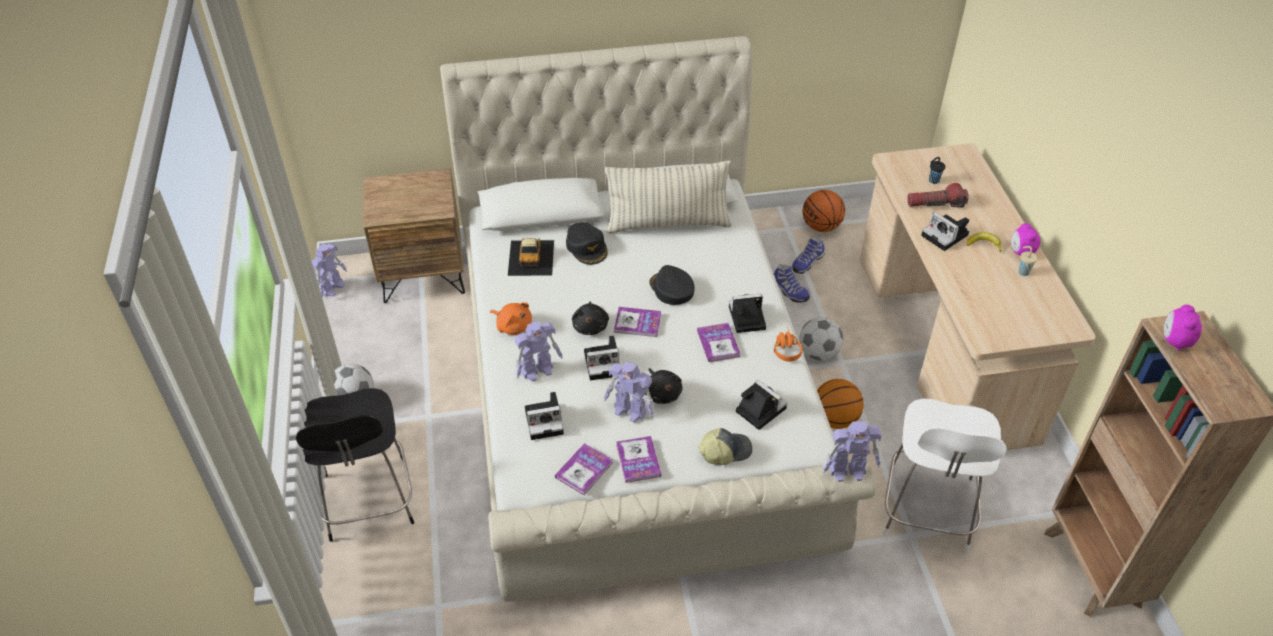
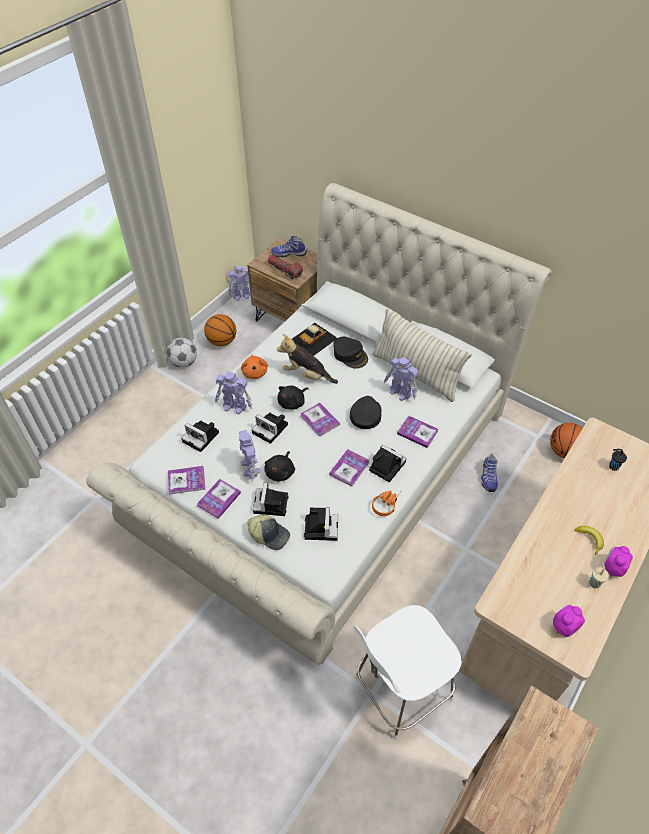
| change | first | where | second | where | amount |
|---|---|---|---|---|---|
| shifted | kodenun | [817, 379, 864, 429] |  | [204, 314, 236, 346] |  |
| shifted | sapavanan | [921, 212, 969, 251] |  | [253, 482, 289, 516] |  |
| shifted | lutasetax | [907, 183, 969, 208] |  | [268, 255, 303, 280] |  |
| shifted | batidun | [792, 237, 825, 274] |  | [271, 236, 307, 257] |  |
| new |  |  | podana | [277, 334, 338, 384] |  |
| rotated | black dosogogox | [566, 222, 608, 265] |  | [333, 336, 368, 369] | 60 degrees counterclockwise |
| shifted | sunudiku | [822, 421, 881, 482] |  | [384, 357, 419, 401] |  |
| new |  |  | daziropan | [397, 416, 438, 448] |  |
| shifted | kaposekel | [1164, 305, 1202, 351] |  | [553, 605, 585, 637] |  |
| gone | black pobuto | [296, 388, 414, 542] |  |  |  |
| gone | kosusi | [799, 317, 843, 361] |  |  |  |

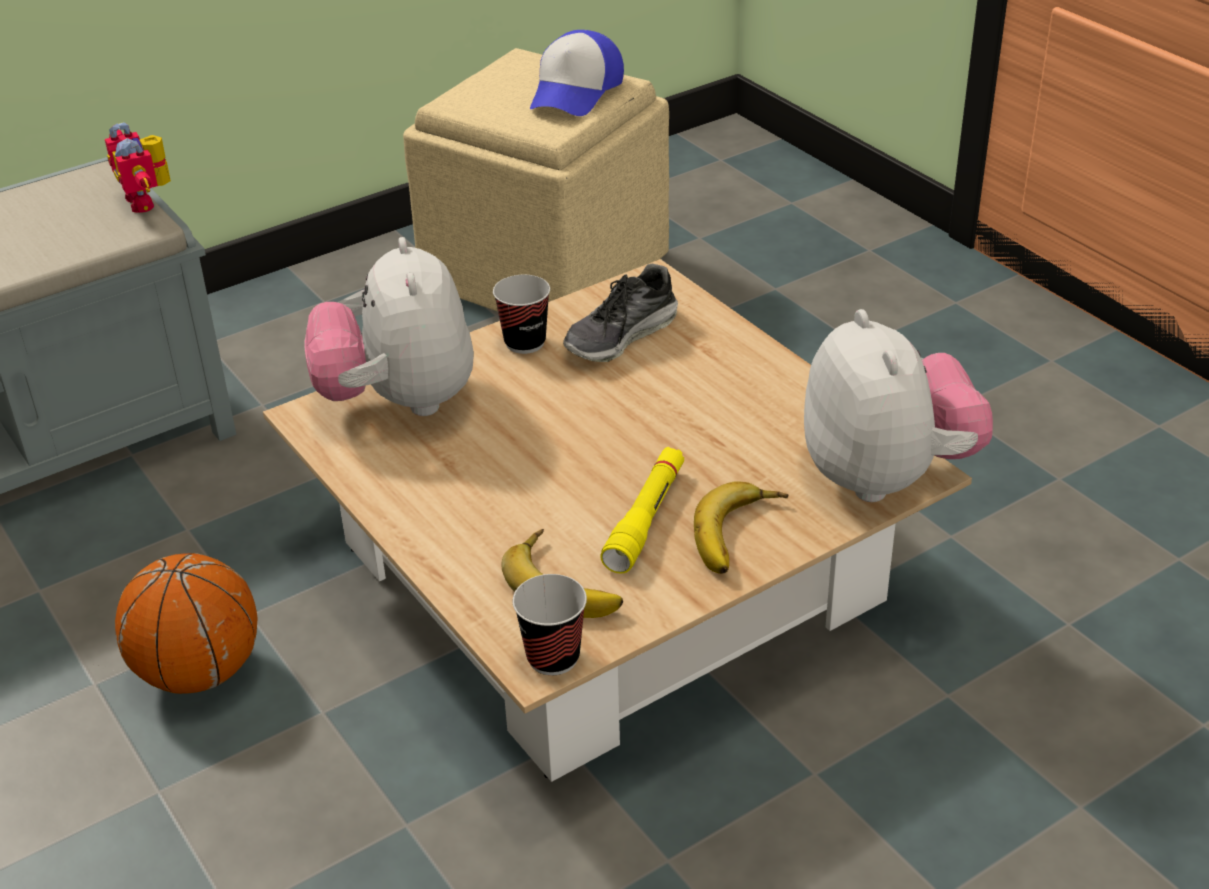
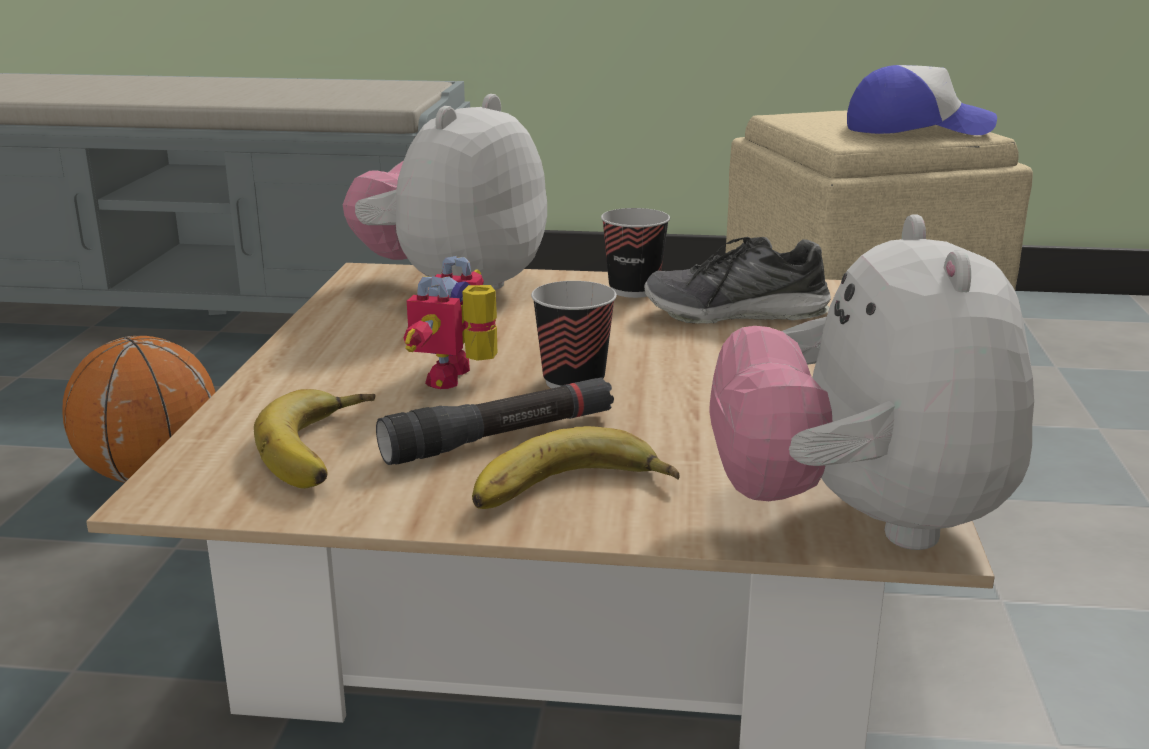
| change | first | where | second | where | amount |
|---|---|---|---|---|---|
| repainted | yellow lutasetax | [600, 447, 684, 573] | black lutasetax | [376, 377, 614, 465] |  |
| shifted | sunudiku | [105, 122, 171, 213] |  | [404, 256, 497, 389] |  |
| shifted | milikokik | [512, 574, 587, 675] |  | [531, 281, 617, 389] |  |
| rotated | podana | [804, 309, 993, 502] |  | [709, 215, 1034, 550] | 150 degrees clockwise |
| rotated | dosogogox | [530, 30, 624, 116] |  | [847, 65, 997, 135] | 150 degrees counterclockwise |

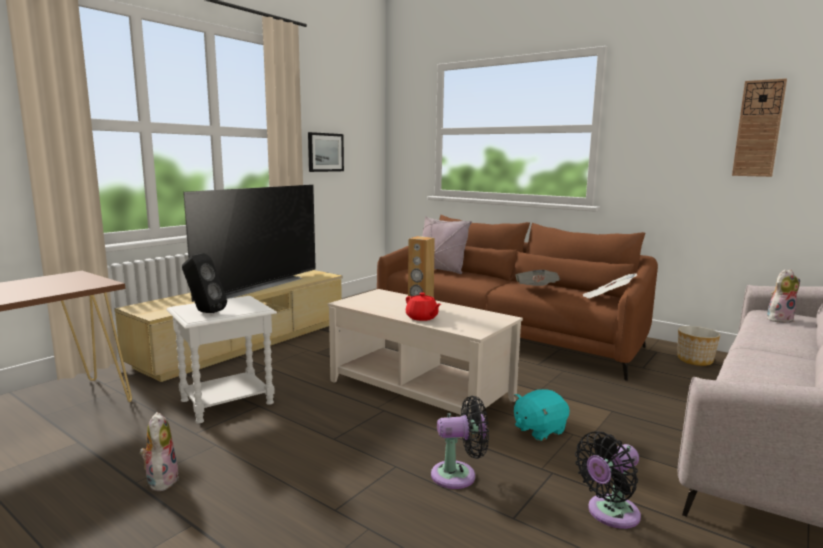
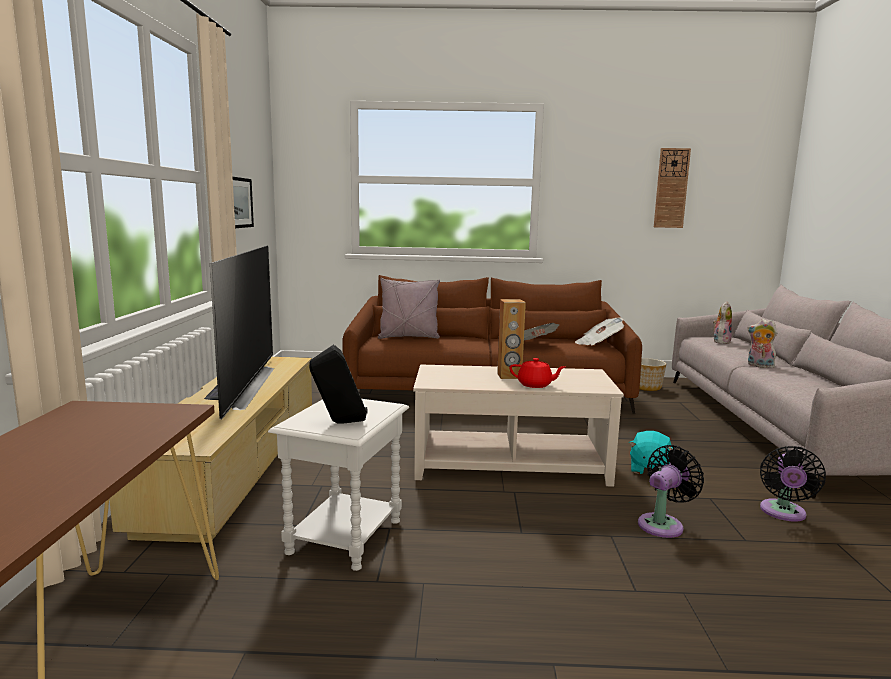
| change | first | where | second | where | amount |
|---|---|---|---|---|---|
| shifted | podana | [140, 412, 179, 491] |  | [747, 319, 777, 368] |  |

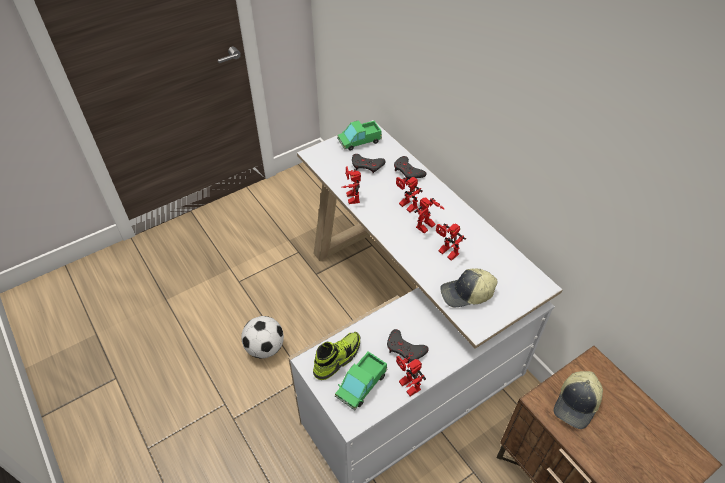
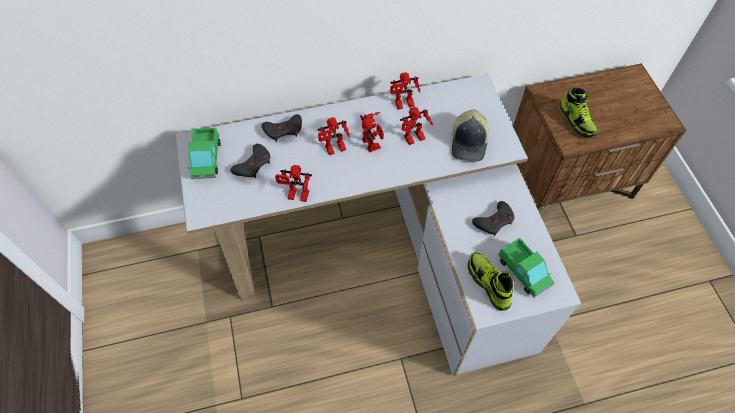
| change | first | where | second | where | amount |
|---|---|---|---|---|---|
| shifted | sunudiku | [396, 355, 426, 396] |  | [390, 72, 420, 110] |  |
| swapped | dosogogox | [554, 371, 603, 429] | batidun | [559, 87, 599, 138] |  |
| gone | kosusi | [241, 316, 284, 359] |  |  |  |

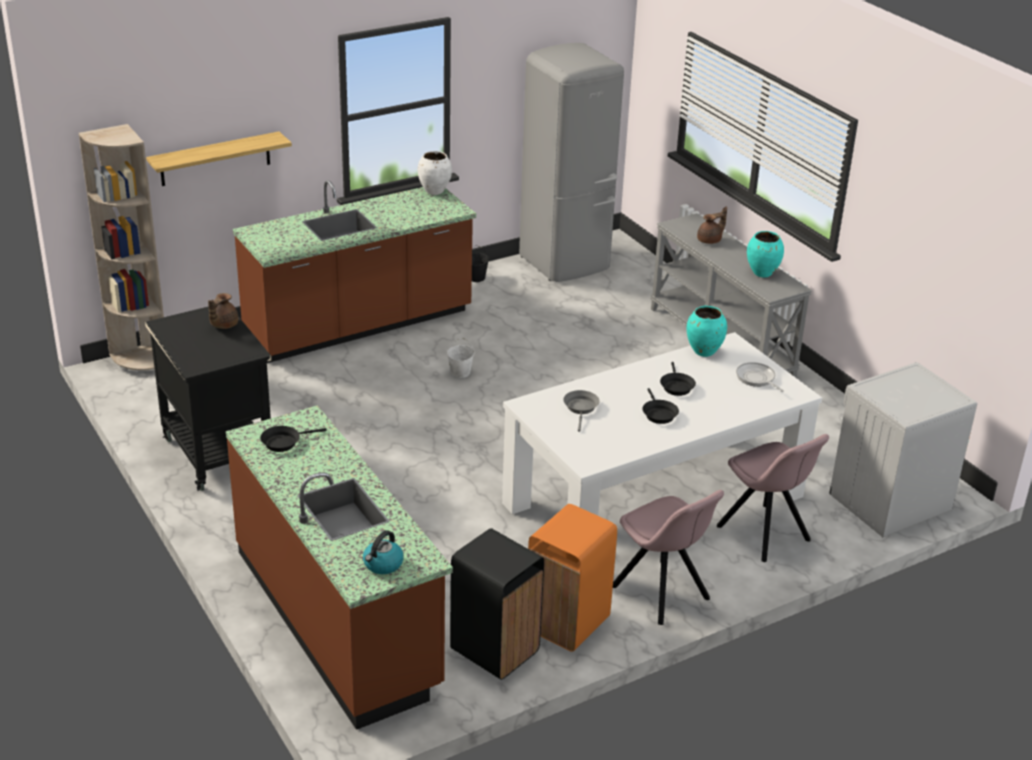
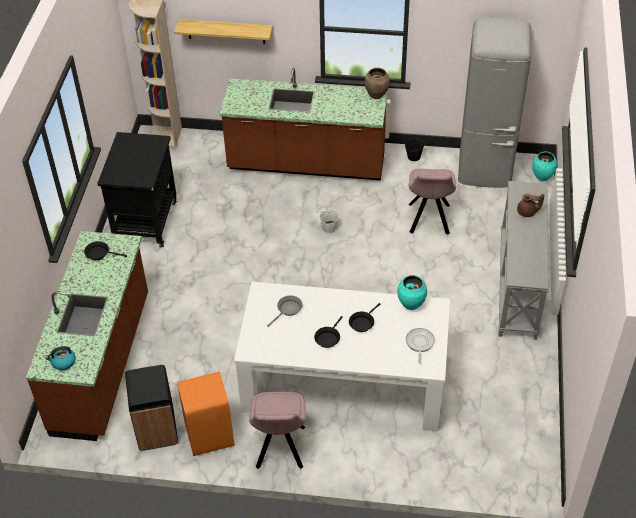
| change | first | where | second | where | amount |
|---|---|---|---|---|---|
| repainted | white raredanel | [418, 151, 452, 195] | brown raredanel | [365, 68, 390, 99] |  |
| shifted | pink pobuto | [717, 434, 829, 562] |  | [409, 169, 456, 235] |  |
| shifted | turquoise raredanel | [747, 231, 784, 277] |  | [532, 151, 557, 181] |  |
| gone | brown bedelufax | [208, 293, 238, 329] |  |  |  |
| gone | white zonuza | [829, 362, 977, 537] |  |  |  |

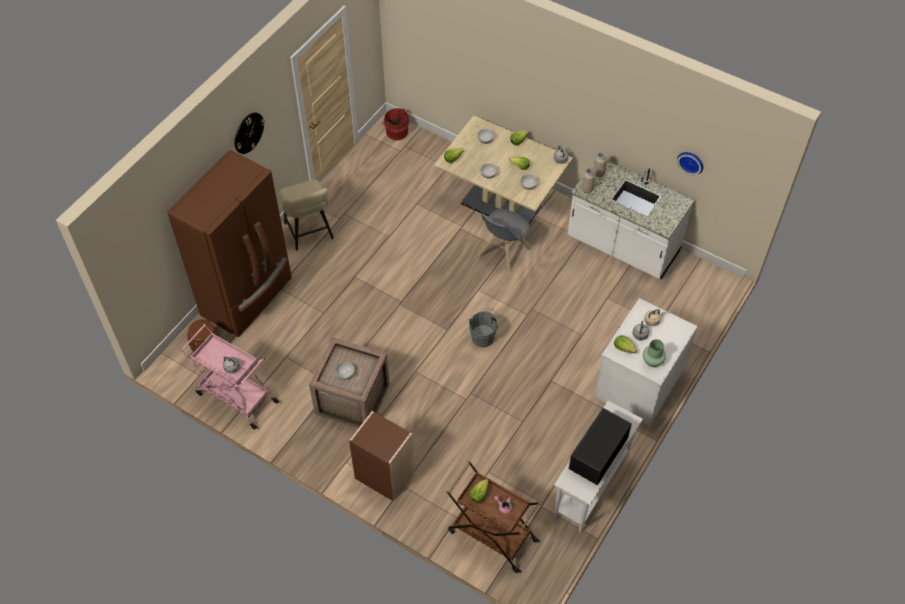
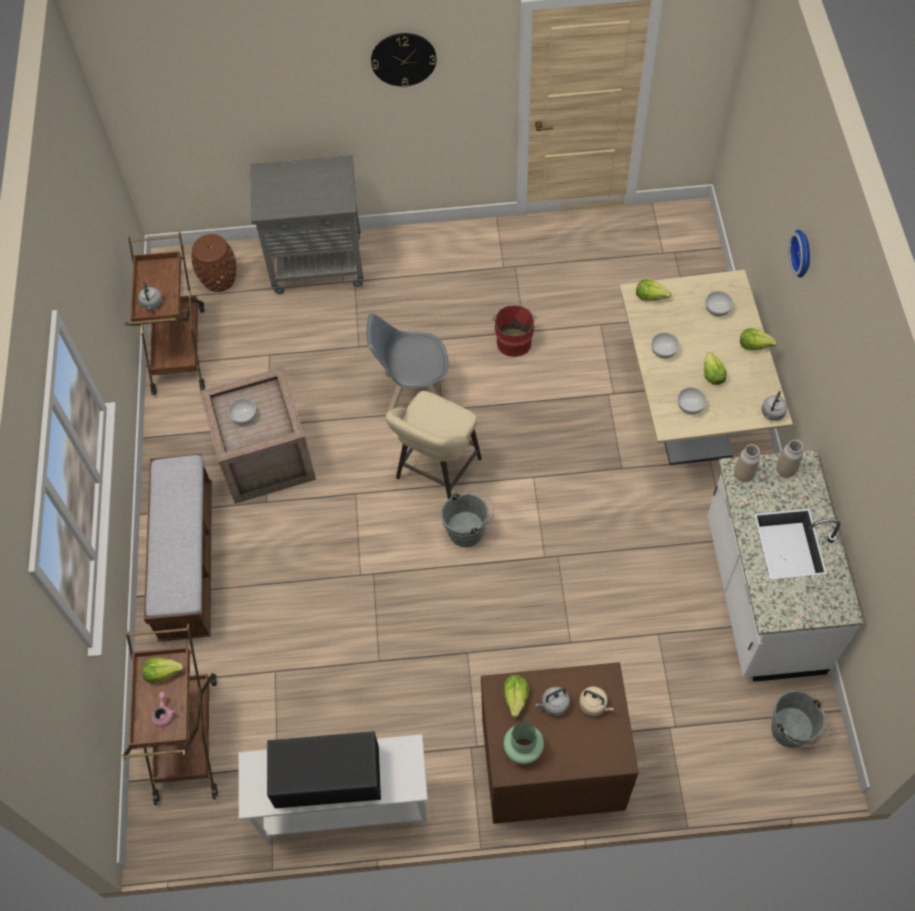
| change | first | where | second | where | amount |
|---|---|---|---|---|---|
| repainted | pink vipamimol | [179, 322, 280, 429] | brown vipamimol | [125, 232, 205, 395] |  |
| swapped | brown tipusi | [349, 411, 415, 501] | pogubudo | [144, 454, 212, 642] |  |
| swapped | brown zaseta | [167, 150, 292, 337] | grey vipamimol | [250, 155, 364, 295] |  |
| shifted | grey pobuto | [478, 209, 531, 274] |  | [367, 314, 449, 421] |  |
| shifted | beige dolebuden | [280, 179, 334, 251] |  | [385, 391, 482, 499] |  |
| repainted | white zonuza | [595, 298, 698, 426] | brown zonuza | [481, 662, 639, 824] |  |
| shifted | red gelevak | [382, 108, 409, 141] |  | [493, 305, 536, 357] |  |
| new |  |  | grey gelevak | [771, 690, 830, 748] |  |
| shifted | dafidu | [677, 152, 703, 175] |  | [789, 230, 810, 278] |  |

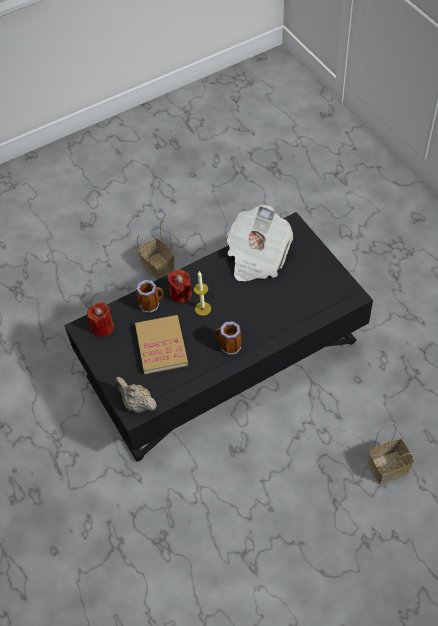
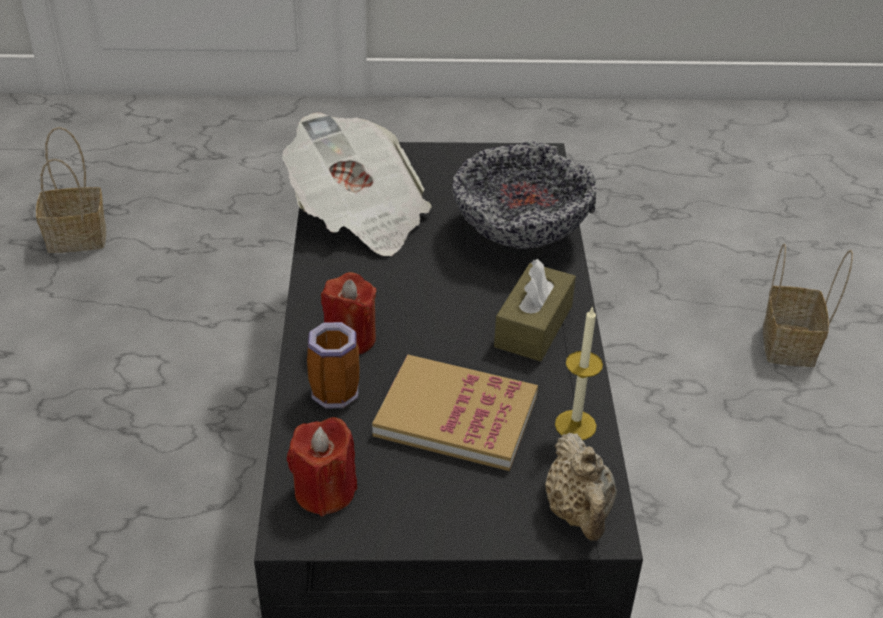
| change | first | where | second | where | amount |
|---|---|---|---|---|---|
| shifted | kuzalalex | [137, 220, 175, 280] |  | [36, 127, 106, 253] |  |
| new |  |  | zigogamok | [452, 142, 596, 249] |  |
| swapped | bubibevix | [215, 321, 242, 355] | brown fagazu | [494, 259, 576, 362] |  |
| rotated | beige bedelufax | [115, 377, 157, 412] |  | [545, 433, 617, 541] | 75 degrees counterclockwise |
| shifted | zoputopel | [194, 271, 211, 316] |  | [555, 306, 603, 440] |  |

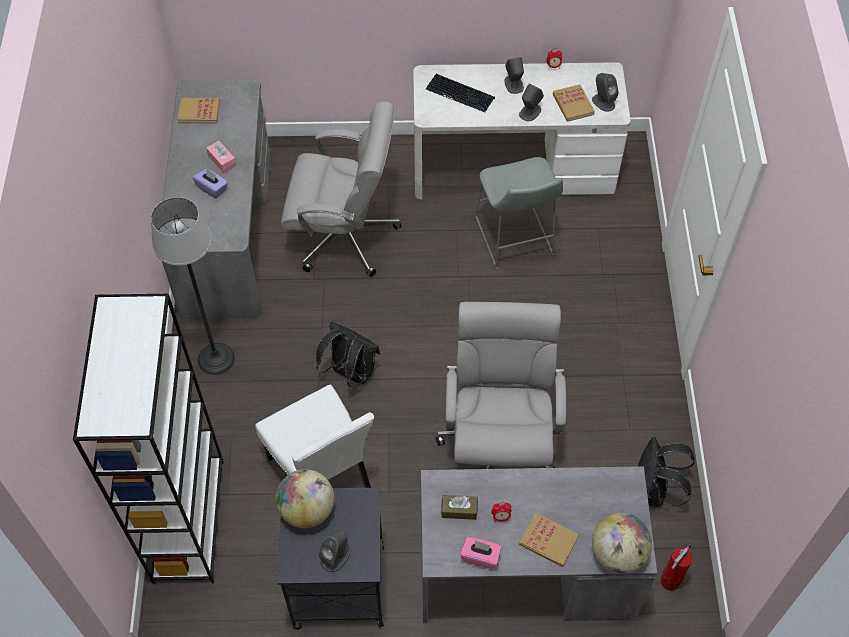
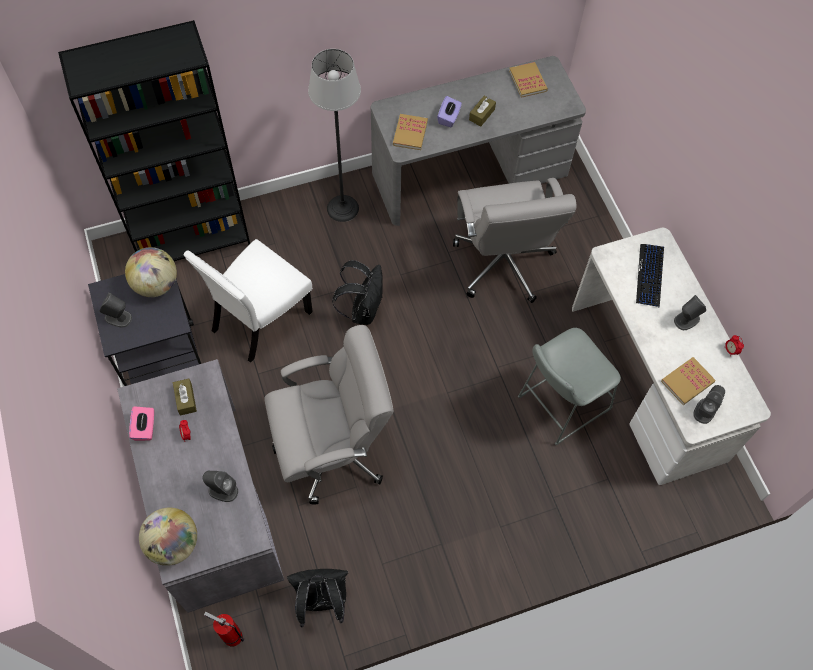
| change | first | where | second | where | amount |
|---|---|---|---|---|---|
| repainted | white tipusi | [73, 294, 224, 585] | black tipusi | [58, 20, 250, 261] |  |
| shifted | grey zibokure | [519, 84, 544, 121] |  | [202, 471, 238, 502] |  |
| shifted | daziropan | [519, 513, 579, 567] |  | [393, 114, 428, 150] |  |
| repainted | pink fagazu | [206, 141, 236, 173] | brown fagazu | [469, 96, 496, 126] |  |

